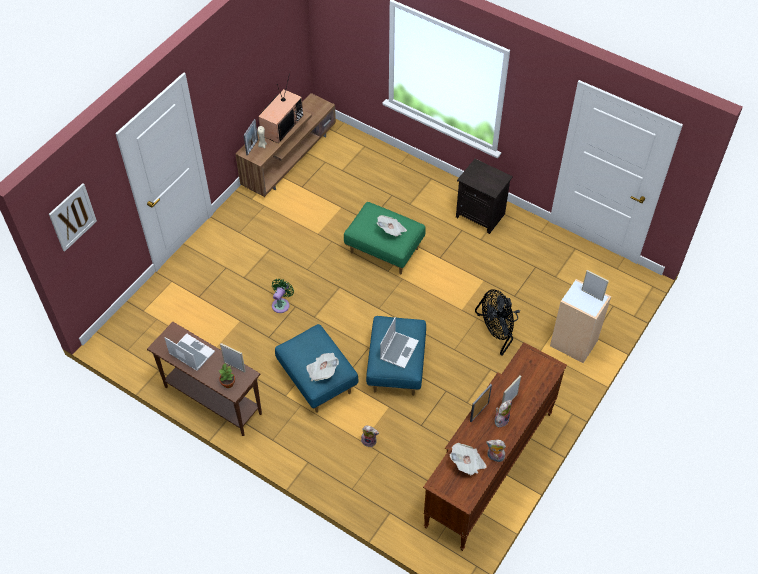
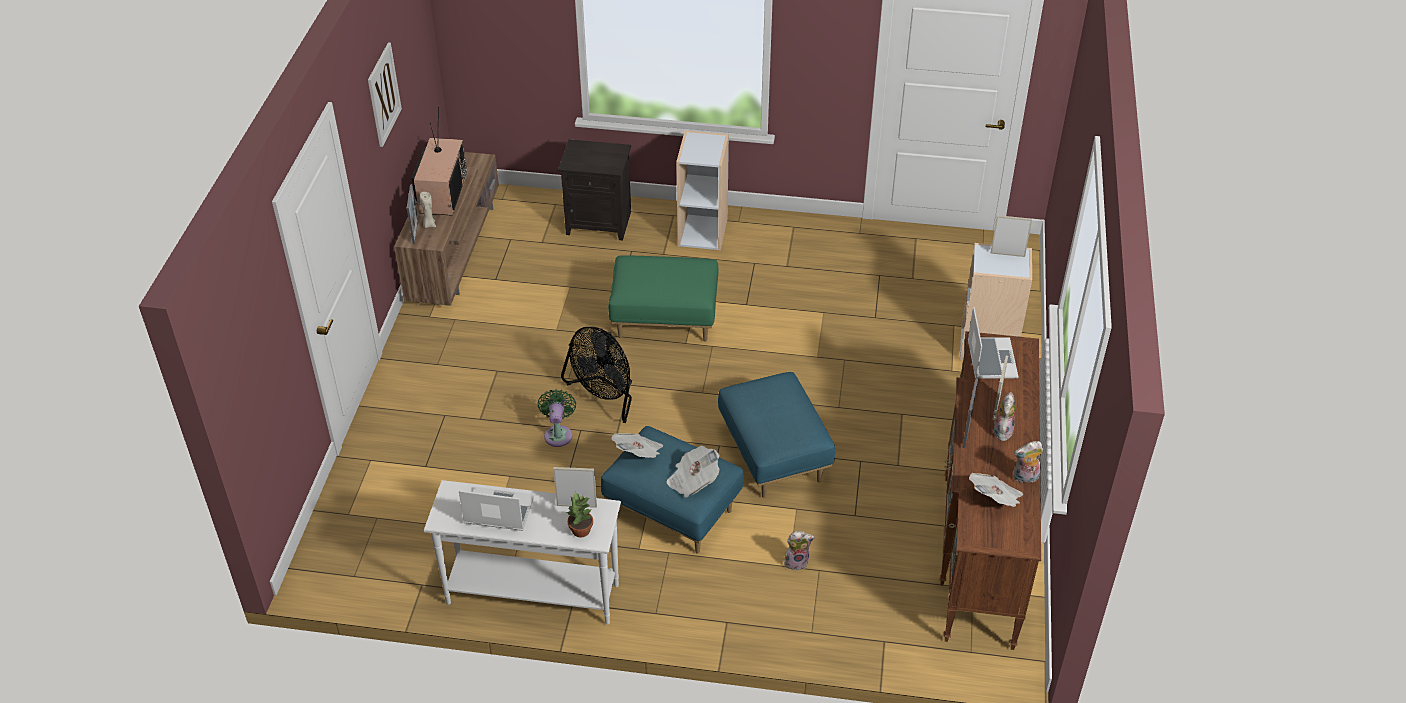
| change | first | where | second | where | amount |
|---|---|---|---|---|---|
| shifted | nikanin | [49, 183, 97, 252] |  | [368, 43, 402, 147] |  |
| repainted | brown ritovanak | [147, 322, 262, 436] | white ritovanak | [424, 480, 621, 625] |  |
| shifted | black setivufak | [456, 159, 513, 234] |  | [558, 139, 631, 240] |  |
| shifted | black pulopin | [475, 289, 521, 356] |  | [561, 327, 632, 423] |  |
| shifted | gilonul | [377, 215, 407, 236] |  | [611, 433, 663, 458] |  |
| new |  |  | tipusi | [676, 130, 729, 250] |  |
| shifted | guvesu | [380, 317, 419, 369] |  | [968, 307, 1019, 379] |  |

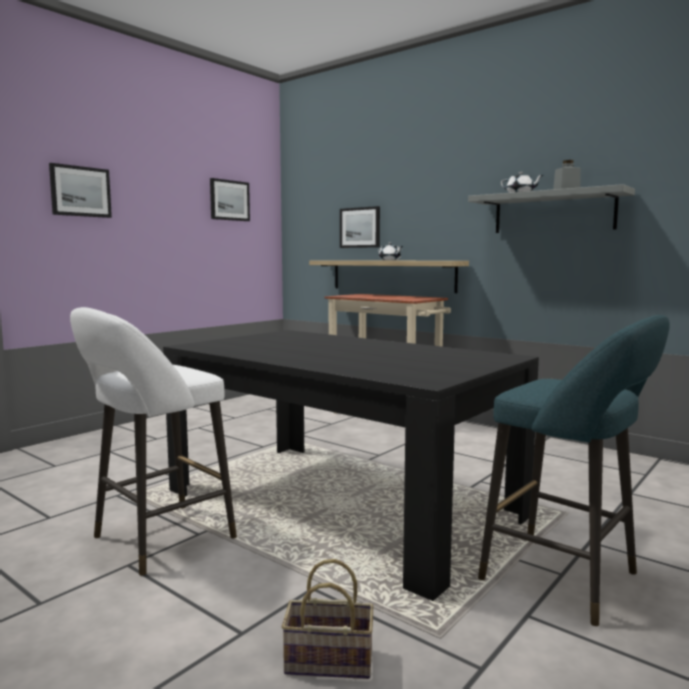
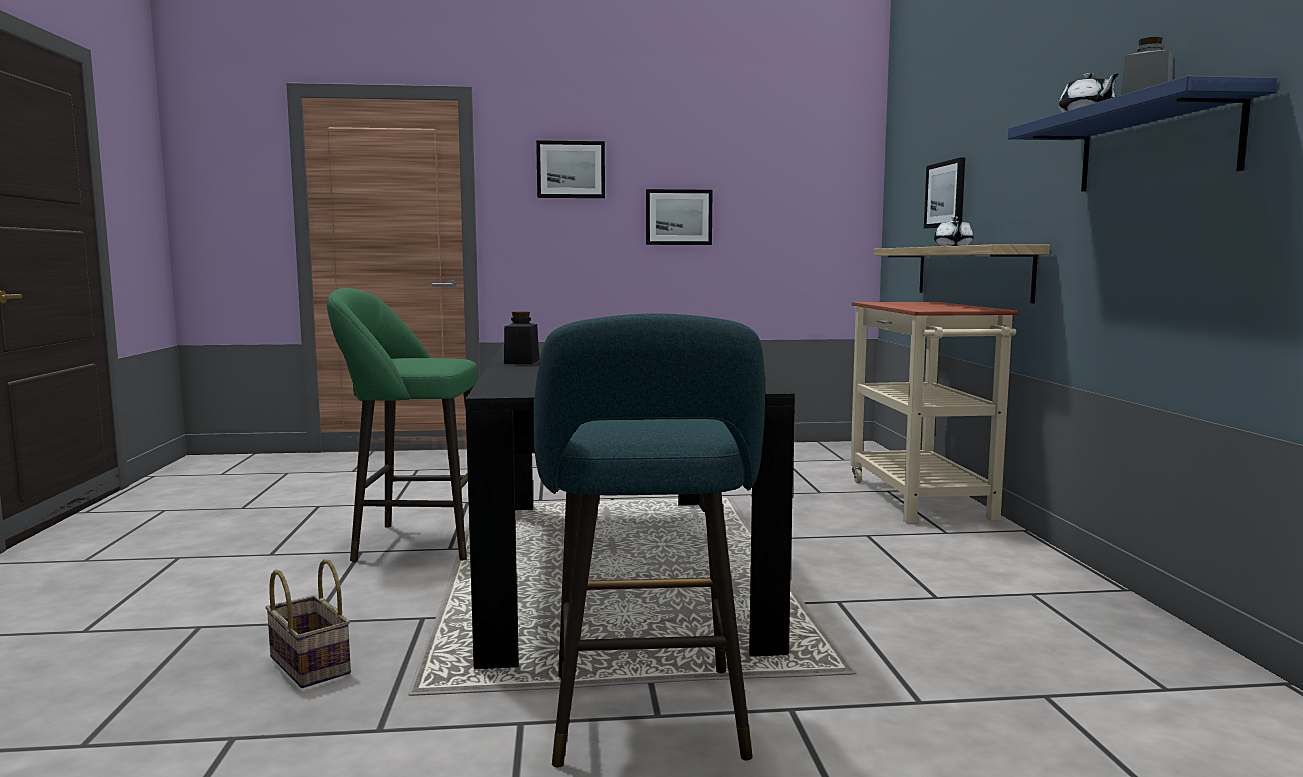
| change | first | where | second | where | amount |
|---|---|---|---|---|---|
| repainted | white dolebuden | [70, 307, 237, 575] | green dolebuden | [327, 288, 477, 561] |  |
| new |  |  | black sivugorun | [504, 311, 539, 364] |  |
| shifted | nikanin | [210, 178, 250, 221] |  | [646, 189, 712, 245] |  |
| repainted | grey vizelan | [468, 184, 635, 233] | blue vizelan | [1008, 76, 1277, 192] |  |

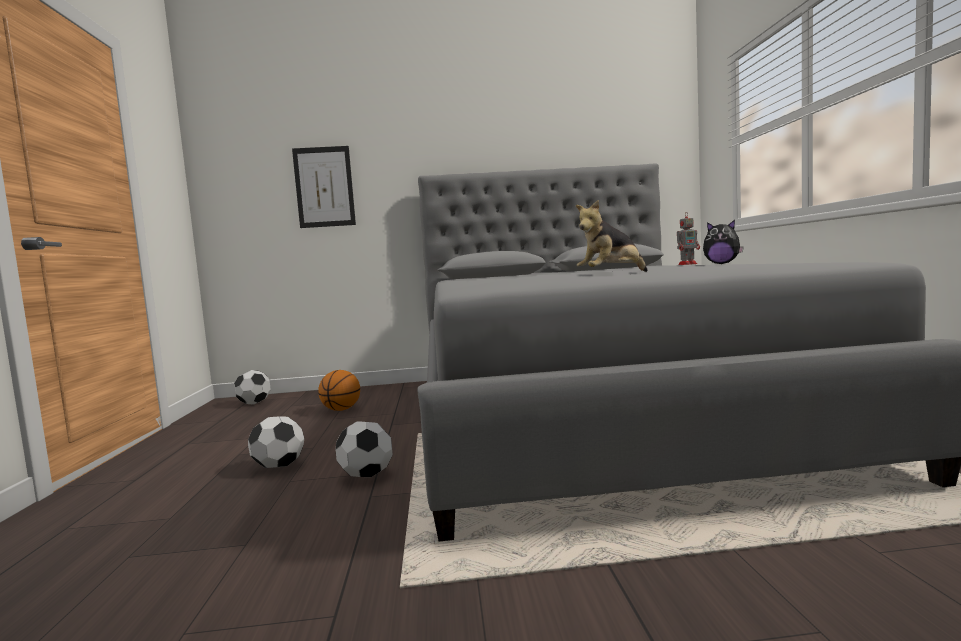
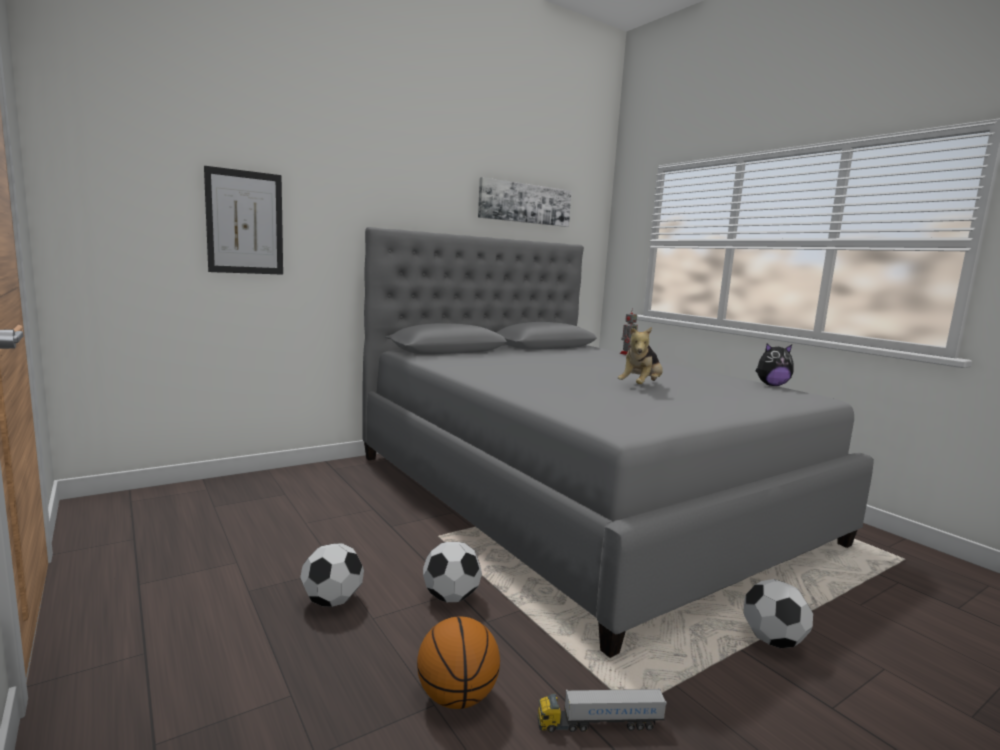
| change | first | where | second | where | amount |
|---|---|---|---|---|---|
| shifted | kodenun | [318, 370, 360, 411] |  | [417, 616, 500, 709] |  |
| new |  |  | nikanin | [478, 177, 571, 227] |  |
| new |  |  | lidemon | [537, 688, 667, 732] |  |
| shifted | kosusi | [234, 370, 270, 405] |  | [743, 579, 813, 648] |  |
| shifted | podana | [703, 220, 744, 264] |  | [755, 343, 794, 386] |  |

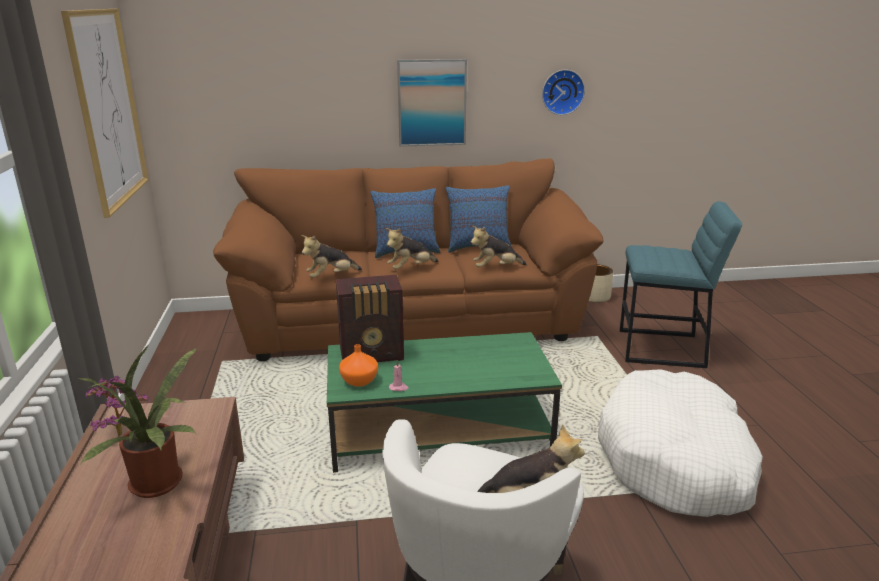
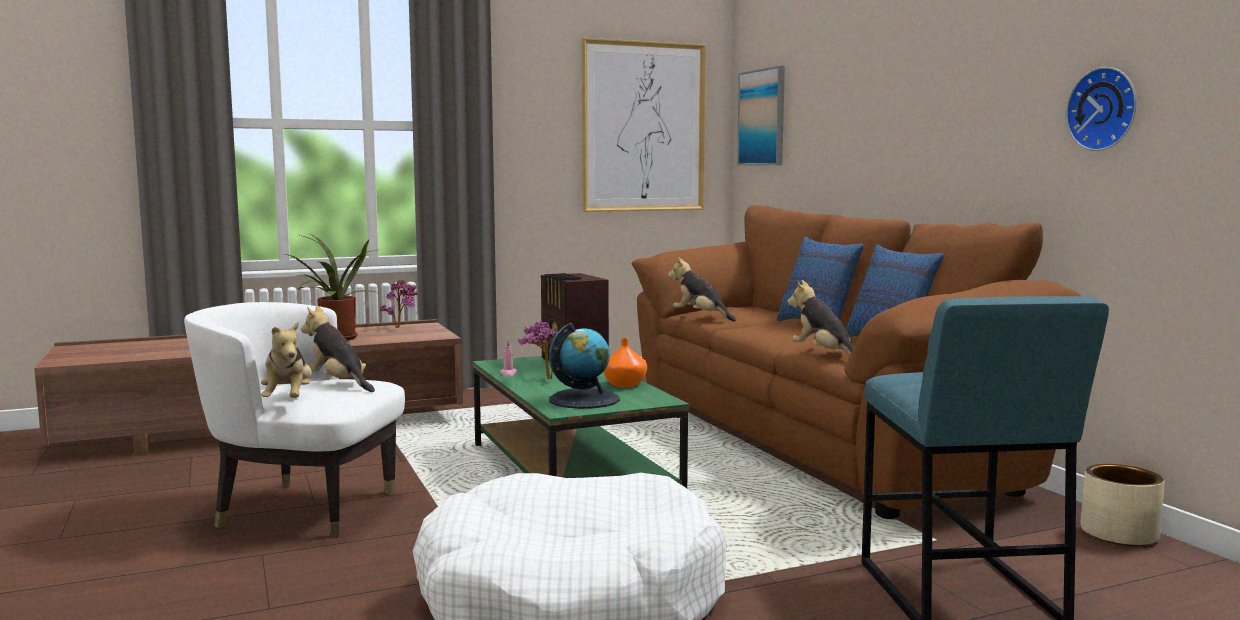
| change | first | where | second | where | amount |
|---|---|---|---|---|---|
| shifted | podana | [386, 228, 438, 269] |  | [301, 305, 375, 392] |  |
| new |  |  | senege | [518, 321, 558, 379] |  |
| new |  |  | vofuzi | [549, 323, 620, 409] |  |
| shifted | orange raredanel | [339, 344, 378, 387] |  | [603, 338, 647, 387] |  |
| shifted | nikanin | [397, 59, 467, 147] |  | [737, 66, 785, 166] |  |

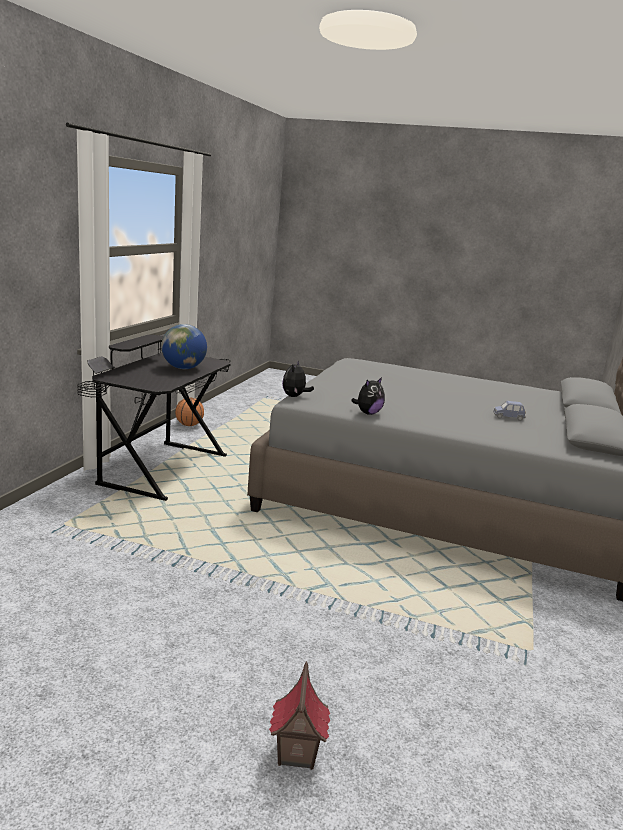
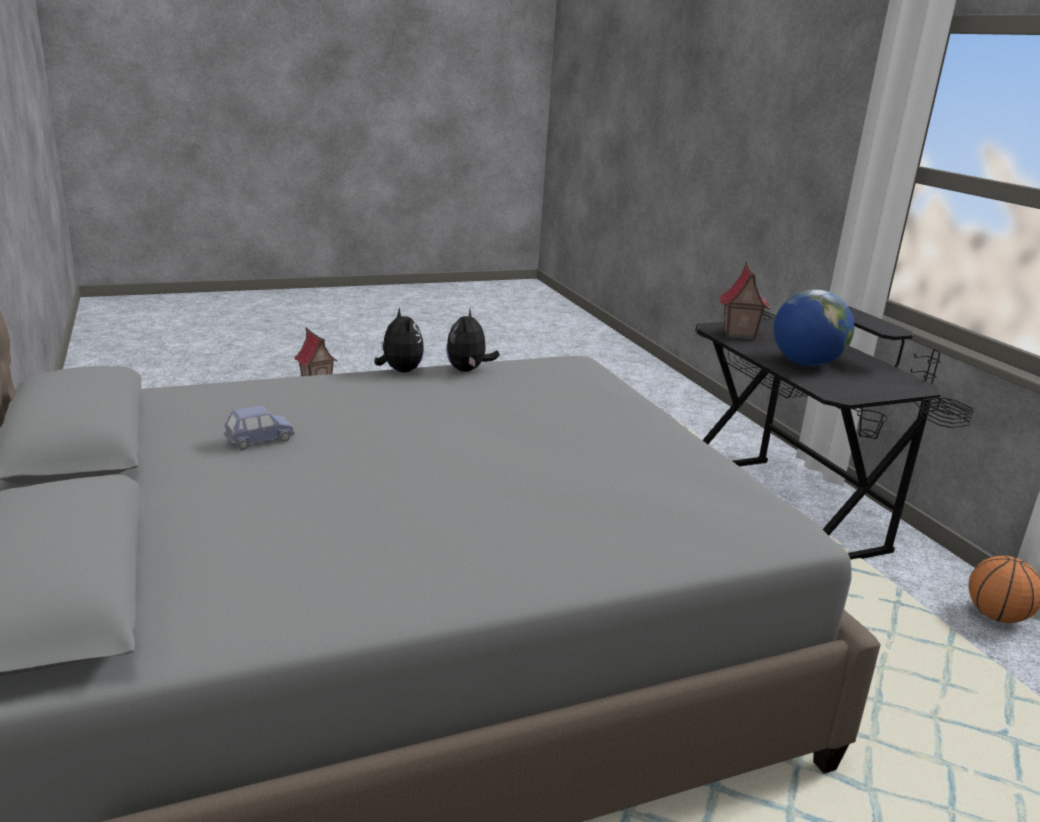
| change | first | where | second | where | amount |
|---|---|---|---|---|---|
| shifted | podana | [282, 361, 314, 397] |  | [375, 308, 424, 372] |  |
| new |  |  | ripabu | [719, 261, 771, 340] |  |

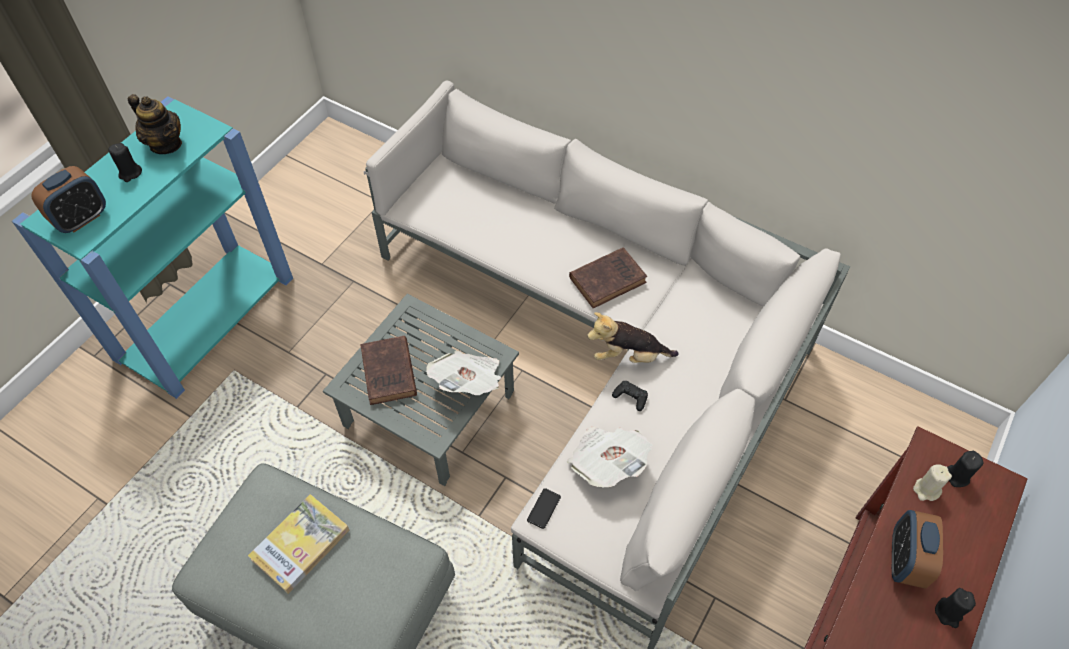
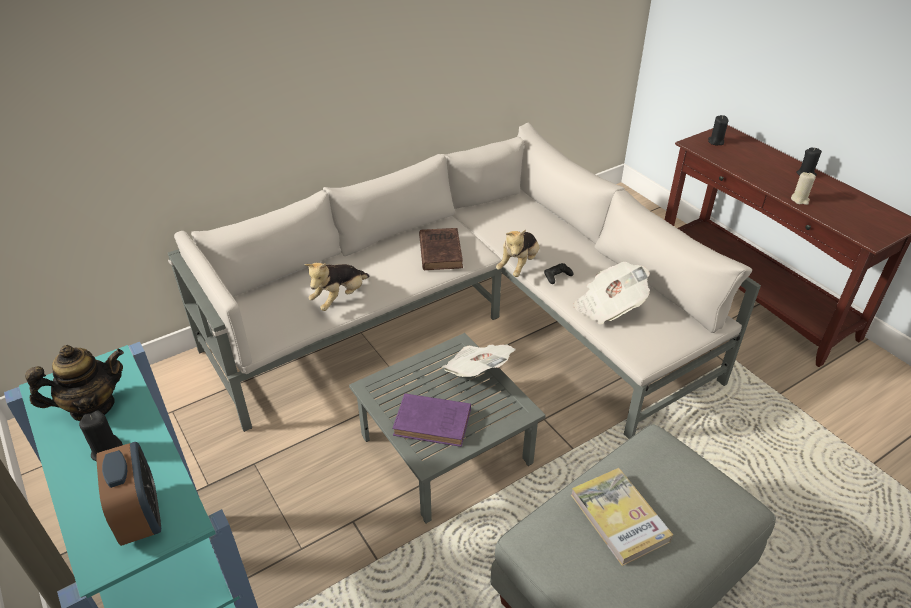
| change | first | where | second | where | amount |
|---|---|---|---|---|---|
| new |  |  | podana | [304, 263, 369, 311] |  |
| repainted | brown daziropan | [360, 336, 417, 405] | purple daziropan | [393, 393, 471, 447] |  |
| shifted | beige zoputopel | [913, 464, 952, 501] |  | [791, 172, 816, 205] |  |
| gone | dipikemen | [527, 488, 561, 529] |  |  |  |
| gone | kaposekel | [892, 510, 943, 588] |  |  |  |

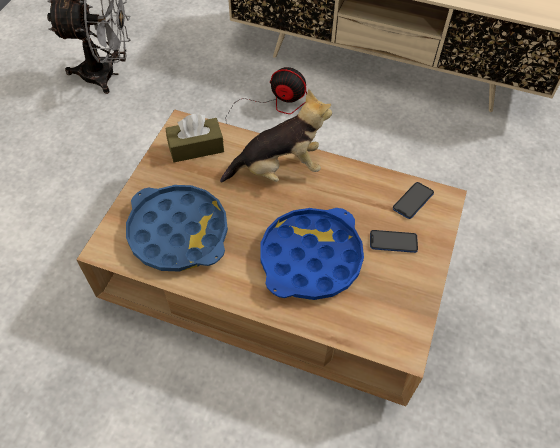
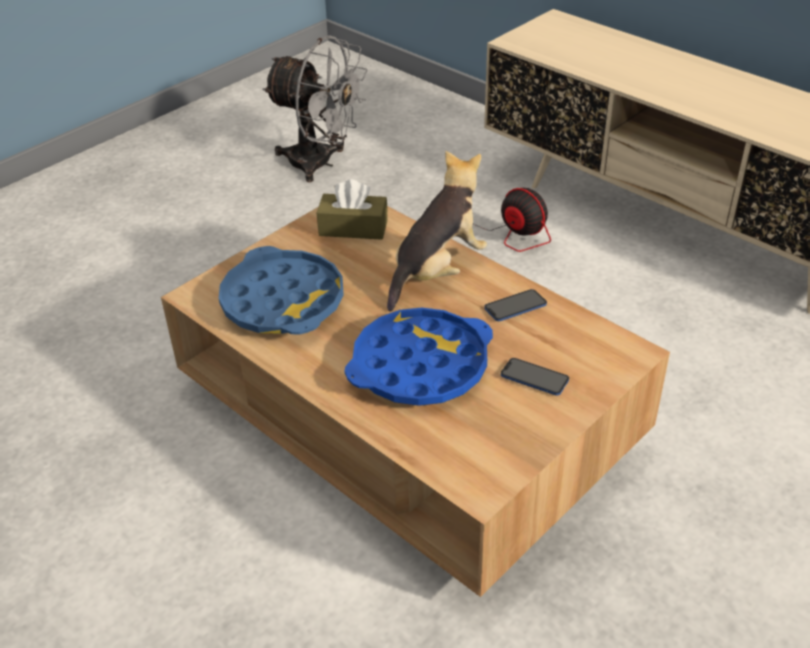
| change | first | where | second | where | amount |
|---|---|---|---|---|---|
| rotated | podana | [220, 89, 332, 183] |  | [387, 151, 487, 312] | 60 degrees counterclockwise |
| shifted | dipikemen | [393, 182, 434, 219] |  | [485, 289, 547, 321] |  |

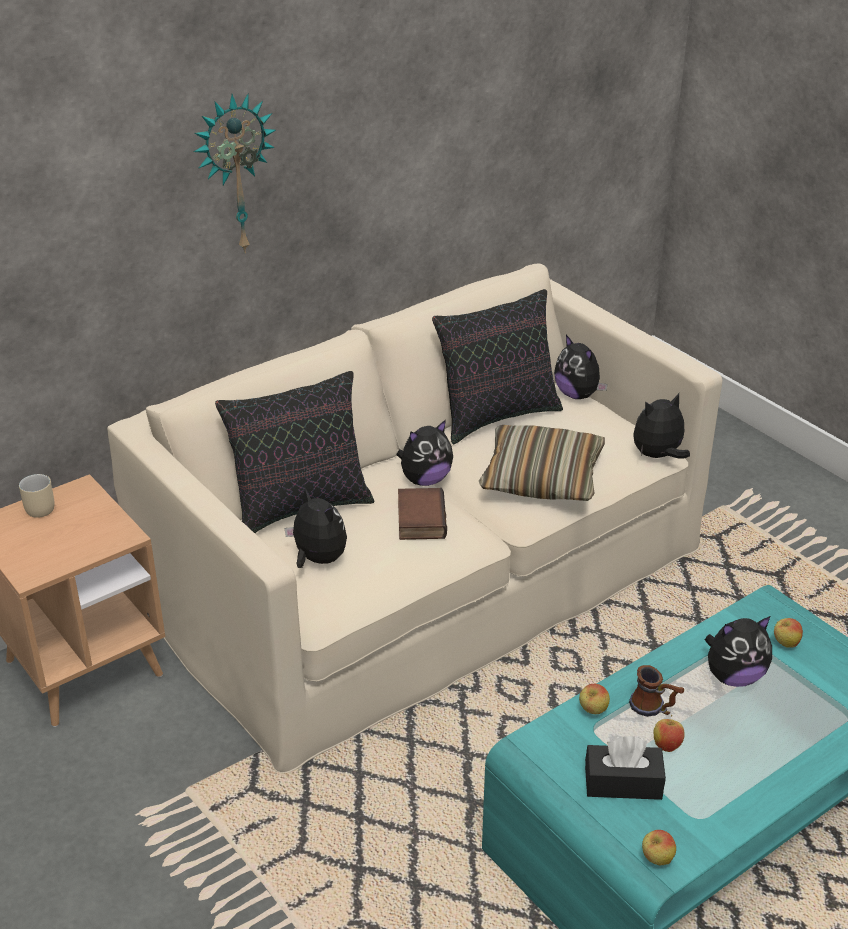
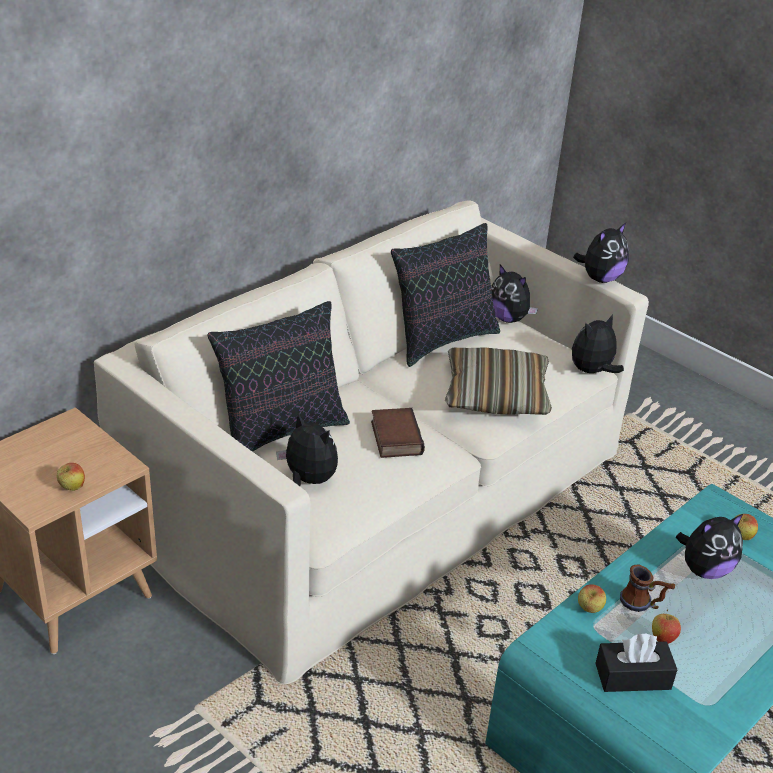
| change | first | where | second | where | amount |
|---|---|---|---|---|---|
| shifted | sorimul | [642, 830, 676, 865] |  | [57, 463, 85, 491] |  |
| shifted | podana | [396, 420, 453, 486] |  | [573, 223, 629, 283] |  |
| gone | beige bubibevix | [19, 474, 55, 518] |  |  |  |
| gone | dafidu | [194, 93, 276, 253] |  |  |  |

